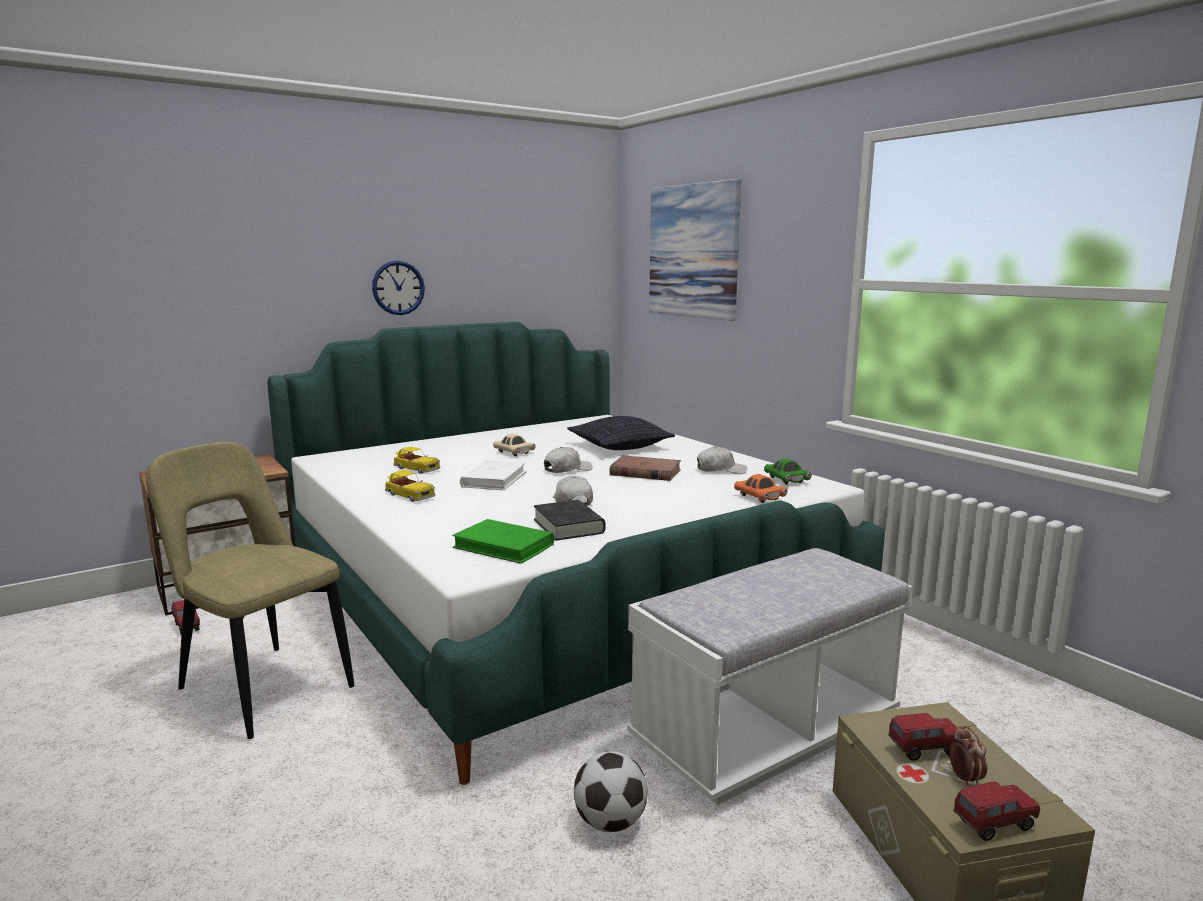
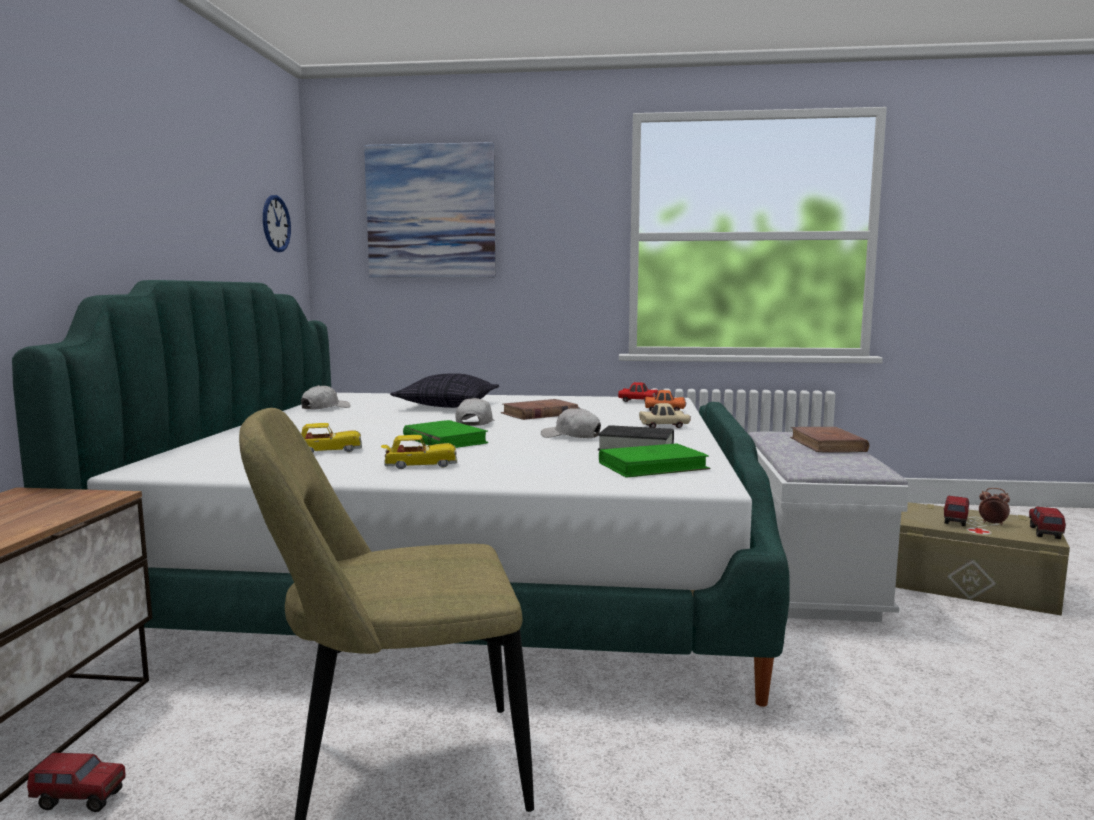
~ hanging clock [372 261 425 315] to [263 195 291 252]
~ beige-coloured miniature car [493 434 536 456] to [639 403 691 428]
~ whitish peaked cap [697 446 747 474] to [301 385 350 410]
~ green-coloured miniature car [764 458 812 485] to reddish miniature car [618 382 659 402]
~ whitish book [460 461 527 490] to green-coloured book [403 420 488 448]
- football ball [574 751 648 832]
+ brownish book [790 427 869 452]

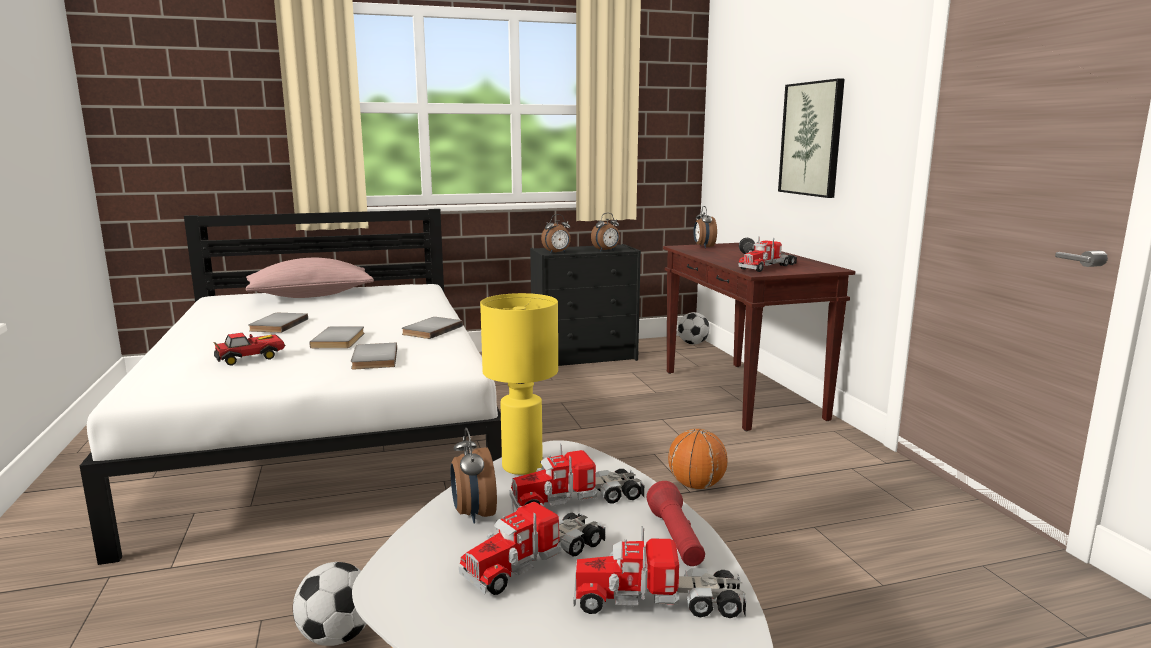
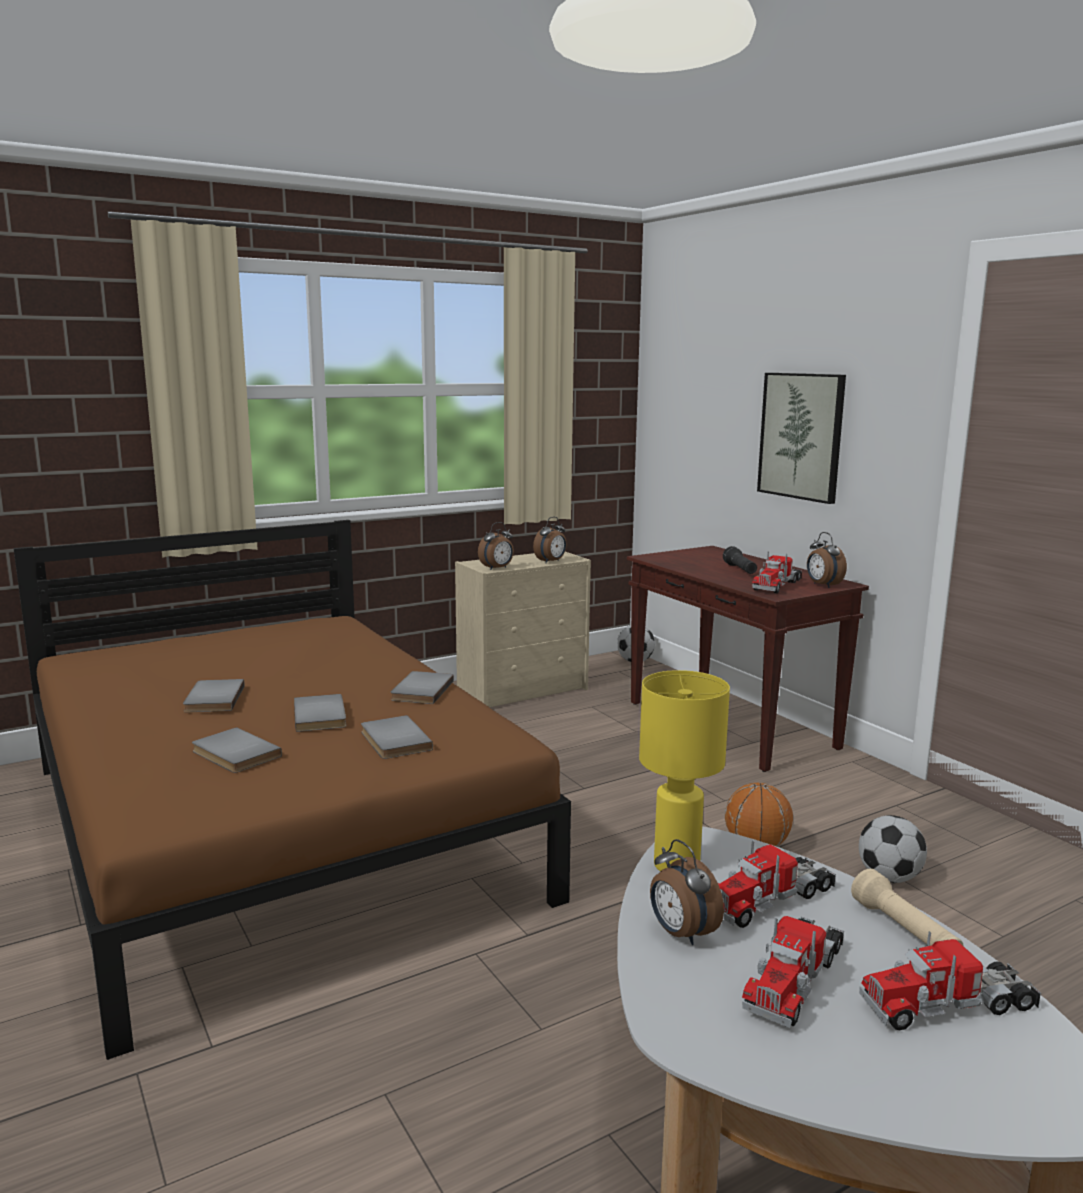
~ bedside clock [694 206 717 248] to [807 532 847 588]
~ whitish bedroom bed [80 209 502 565] to brownish bedroom bed [13 520 571 1060]
~ black-coloured dresser [530 244 641 366] to beige-coloured dresser [455 552 591 707]
- pinkish throw pillow [246 257 374 298]
~ miniature car [213 333 285 366] to grey book [192 727 282 773]
~ reddish hand torch [647 481 705 566] to beige-coloured hand torch [851 869 963 946]
~ football ball [293 562 366 646] to [859 815 927 883]

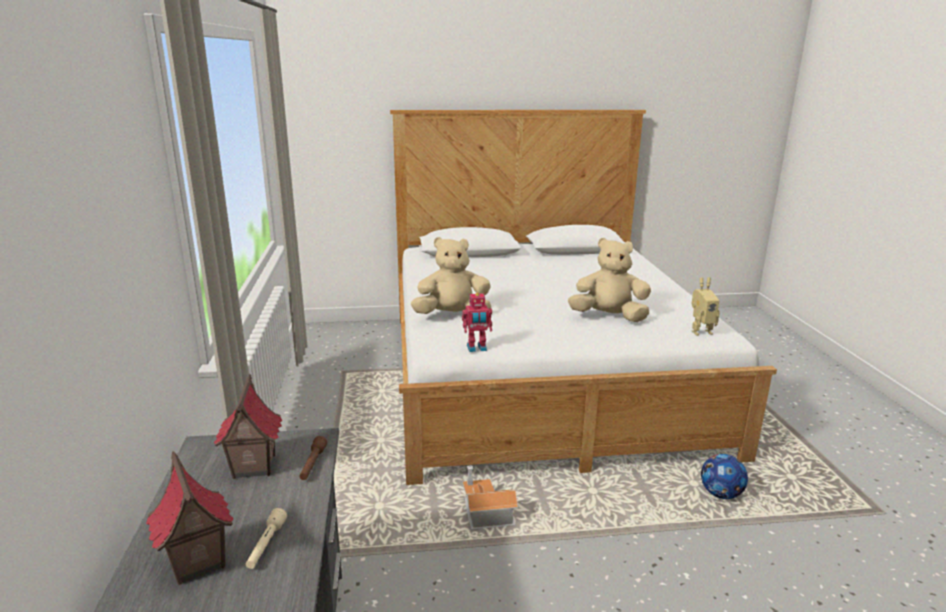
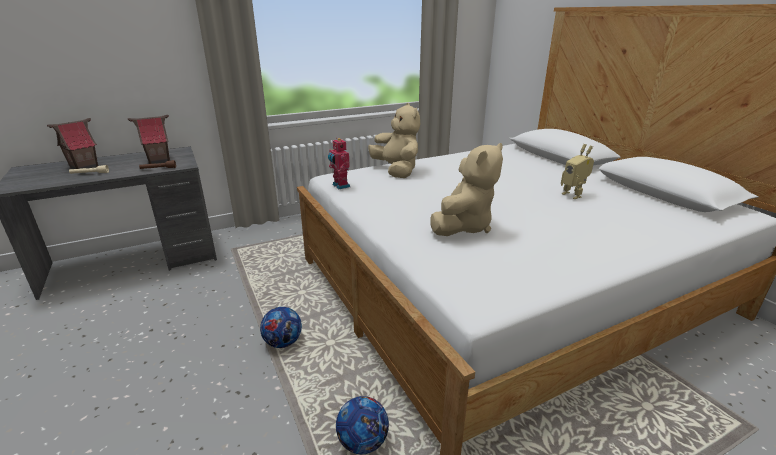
~ beige-coloured plush toy [568 238 651 322] = [430 143 503 236] 45 degrees clockwise
~ robot figure [691 277 720 336] to [561 144 594 199]
- model house [462 466 518 529]
+ football ball [260 307 302 348]

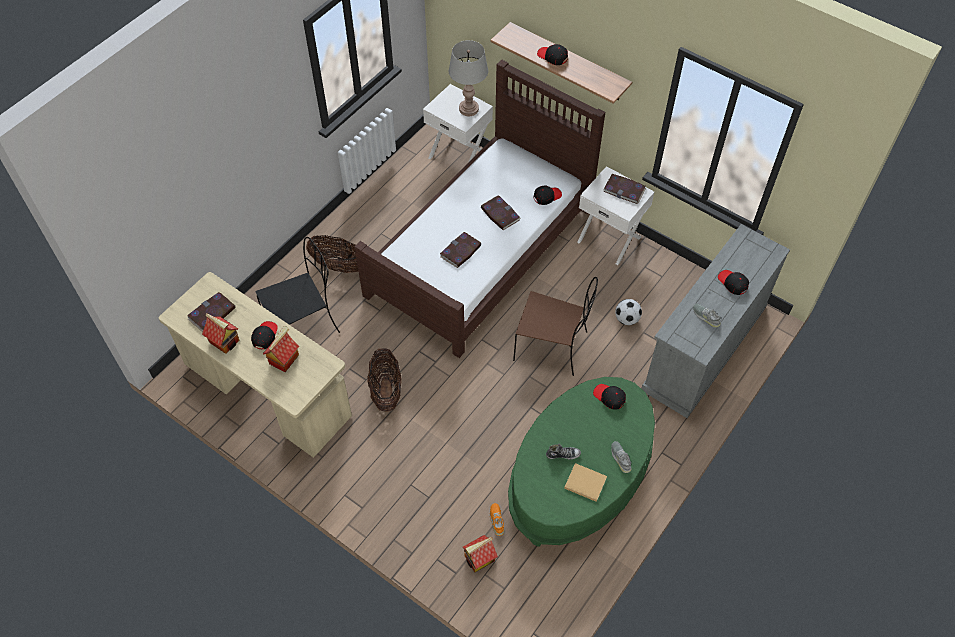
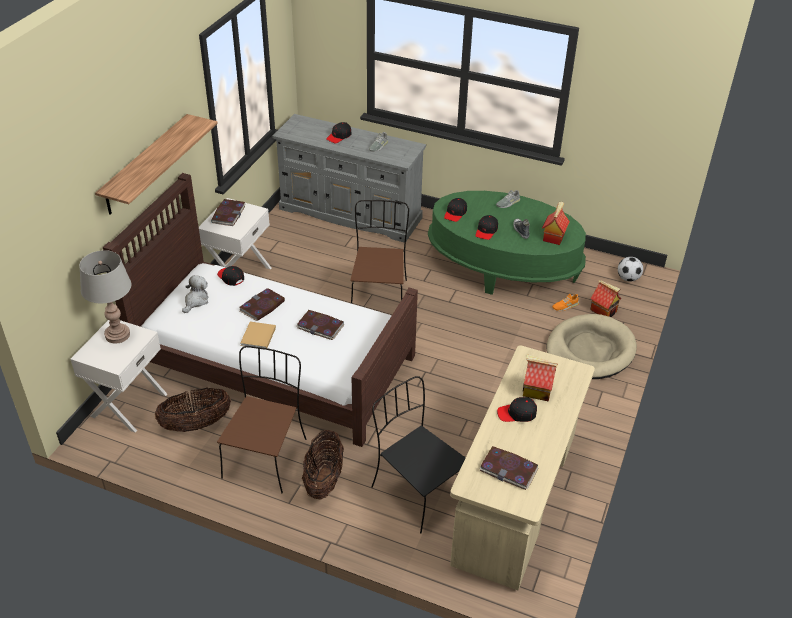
~ black-coloured peaked cap [537 44 568 65] to [476 215 498 240]
~ football ball [615 299 642 325] to [618 257 643 282]
~ model house [202 314 239 354] to [542 201 570 245]
~ basket [367 348 402 412] to [155 387 231 432]
~ beige-coloured book [564 463 607 502] to [240 321 276 348]
+ plush toy [182 276 208 313]
+ beige-coloured dog cushion [547 314 637 379]
+ brownish plain chair [217 346 306 493]

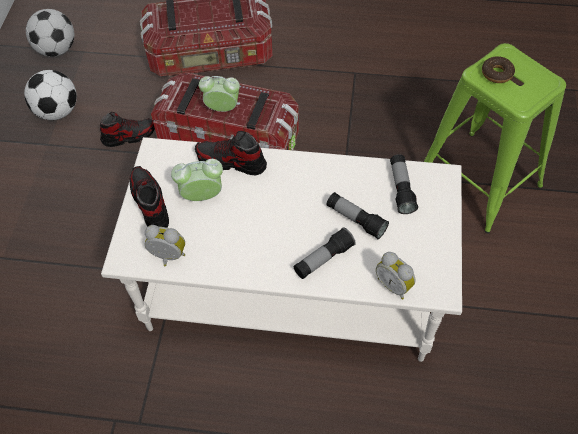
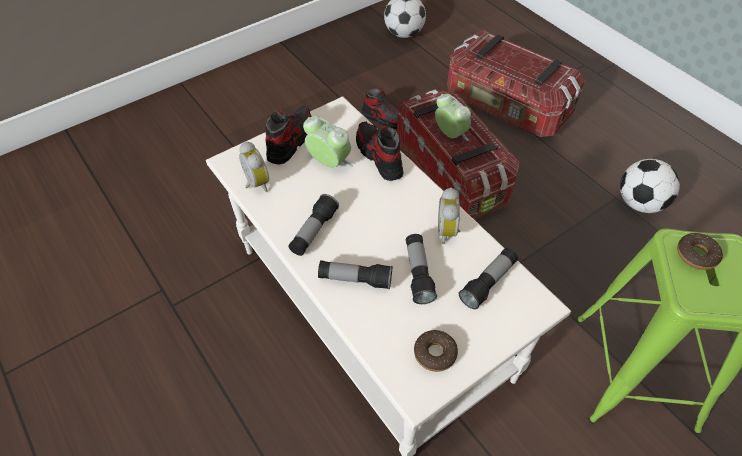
~ football ball [24 70 77 120] to [620 159 680 213]
~ bedside clock [376 252 416 300] to [438 188 460 244]
+ hand torch [289 194 339 256]
+ doughnut [414 330 458 372]

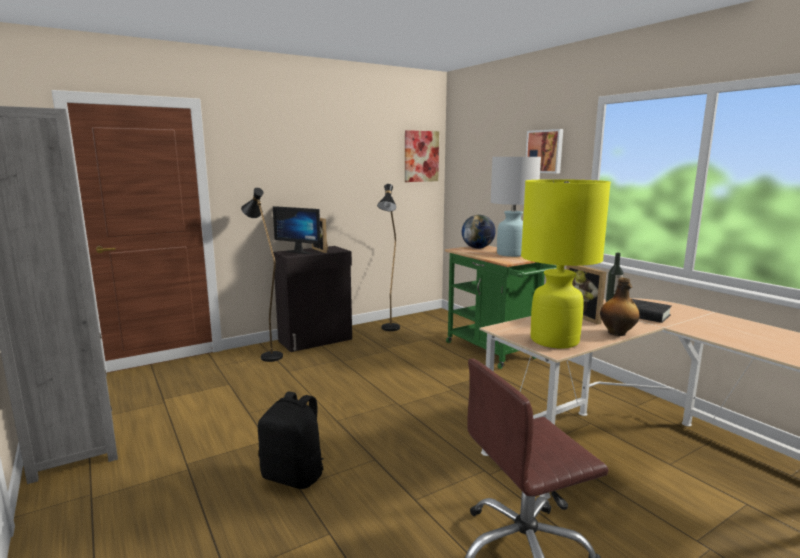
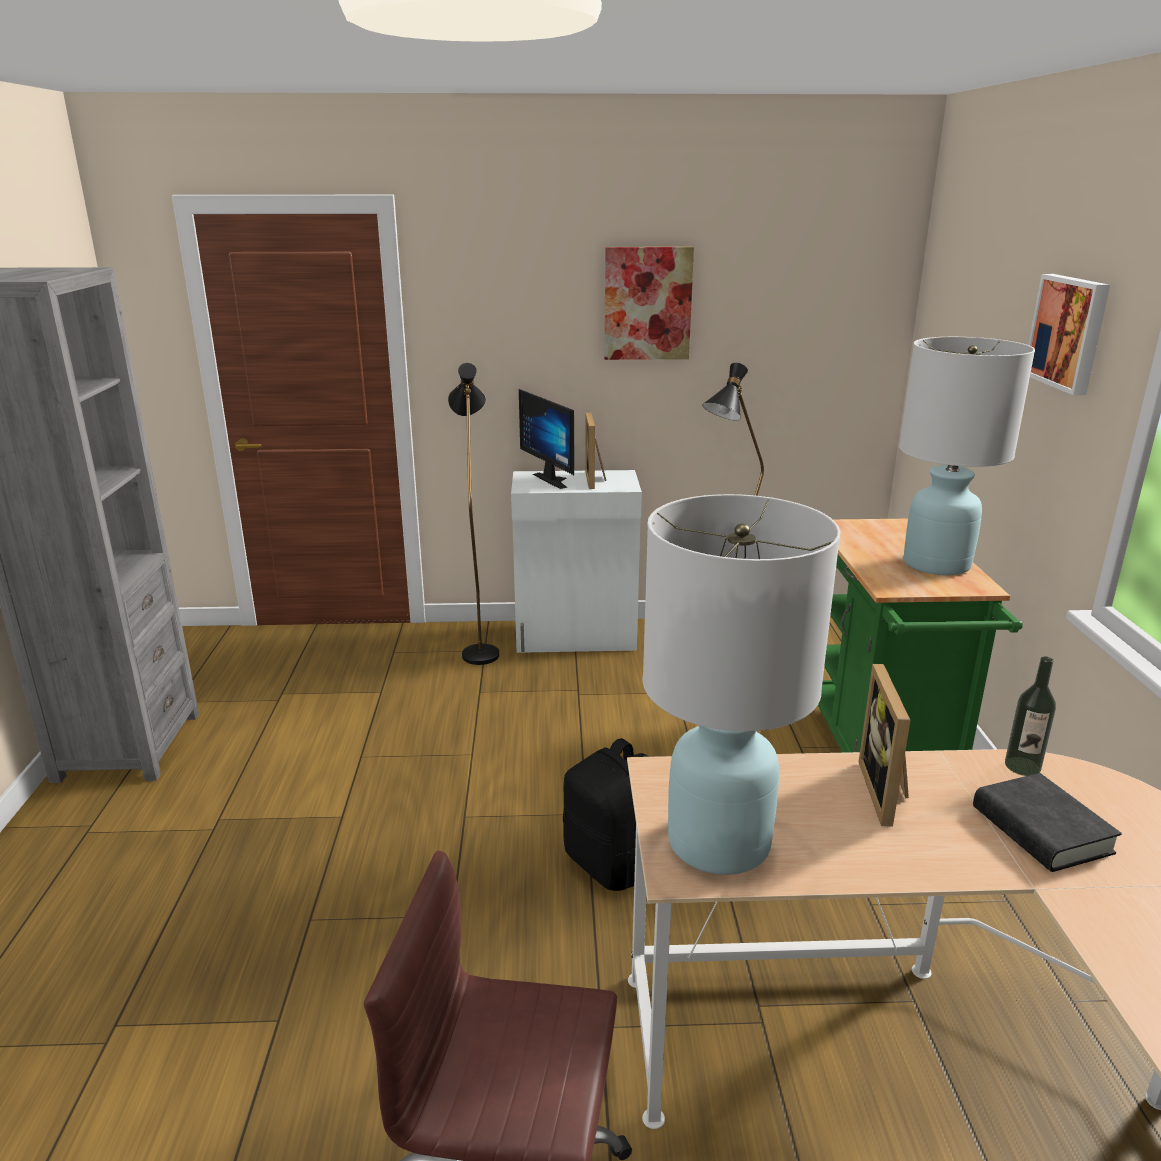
~ wall art [405 130 439 182] to [604 247 694 360]
~ yellow-coloured lamp for a table [521 179 611 348] to whitish lamp for a table [643 494 840 875]
- world globe [462 215 496 248]
~ black-coloured cabinet [273 246 352 352] to whitish cabinet [511 470 642 653]
- bottle [600 278 640 336]
~ black-coloured backpack [258 391 324 489] to [563 738 649 891]

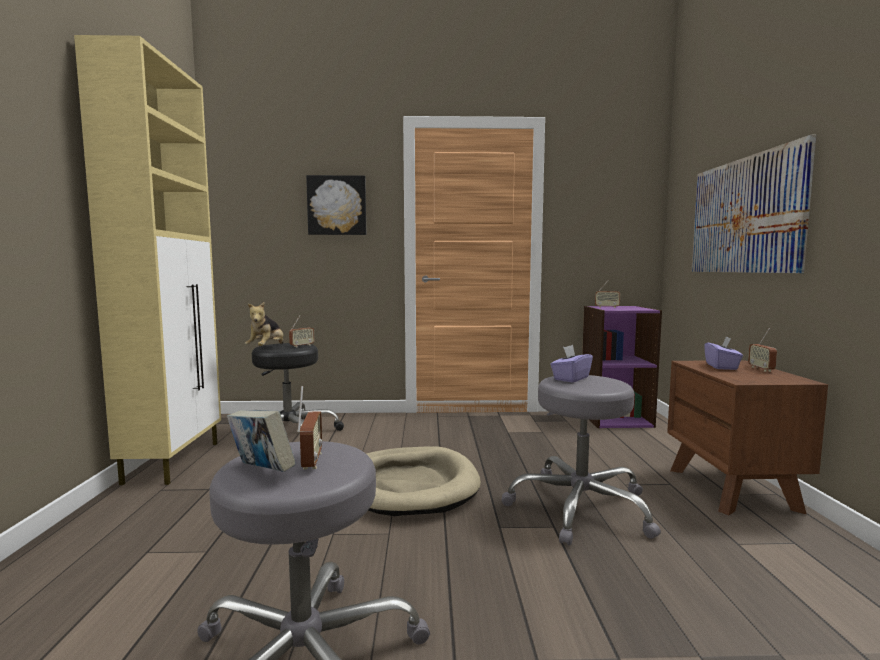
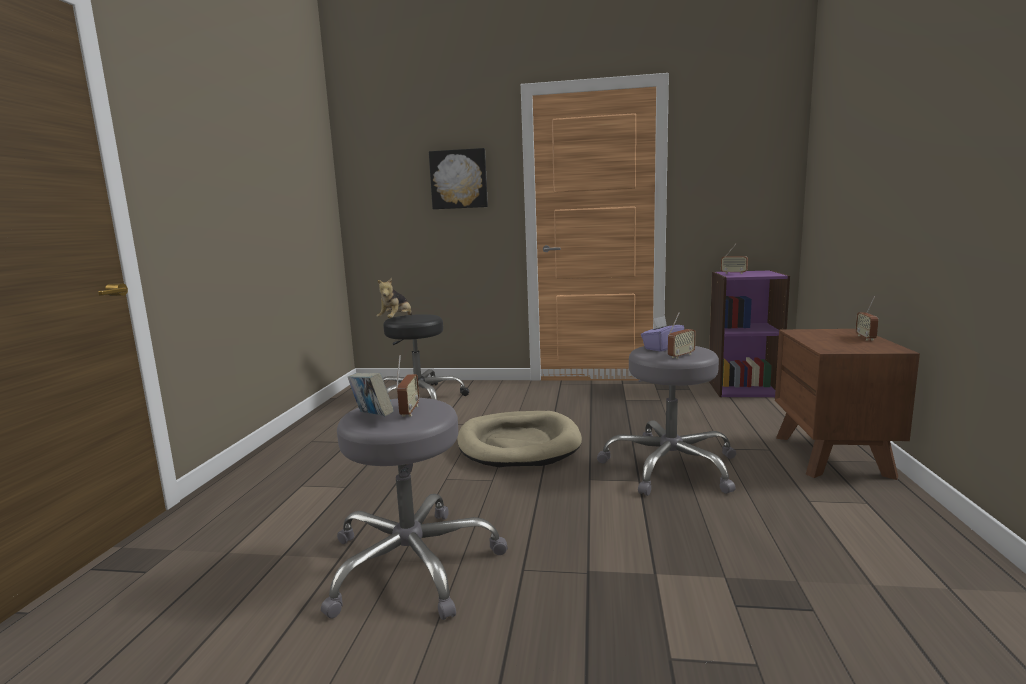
- beige-coloured cabinet [74 35 221 485]
- wall art [692 135 816 273]
~ radio [289 315 314 347] to [668 312 696 359]
- purplish tissue box [704 336 743 370]

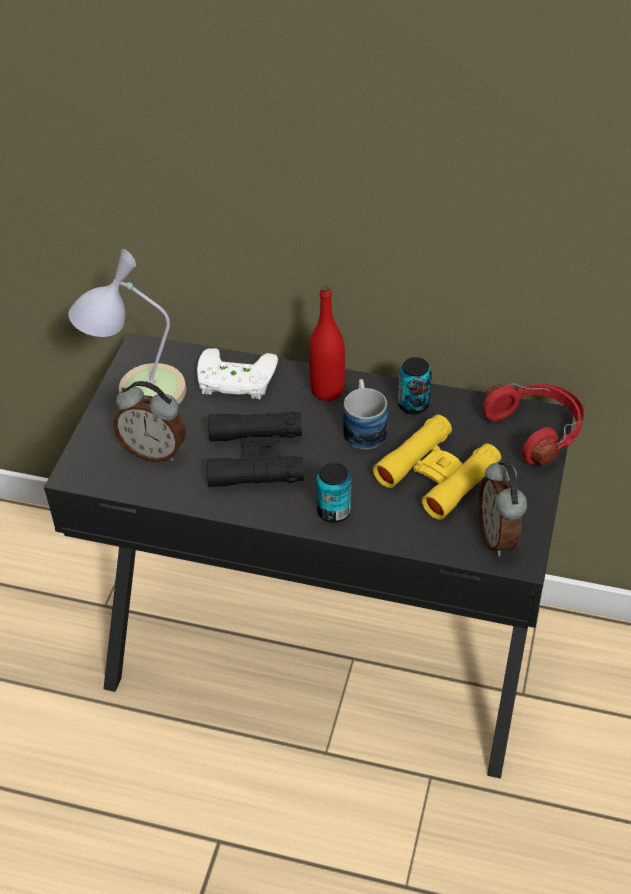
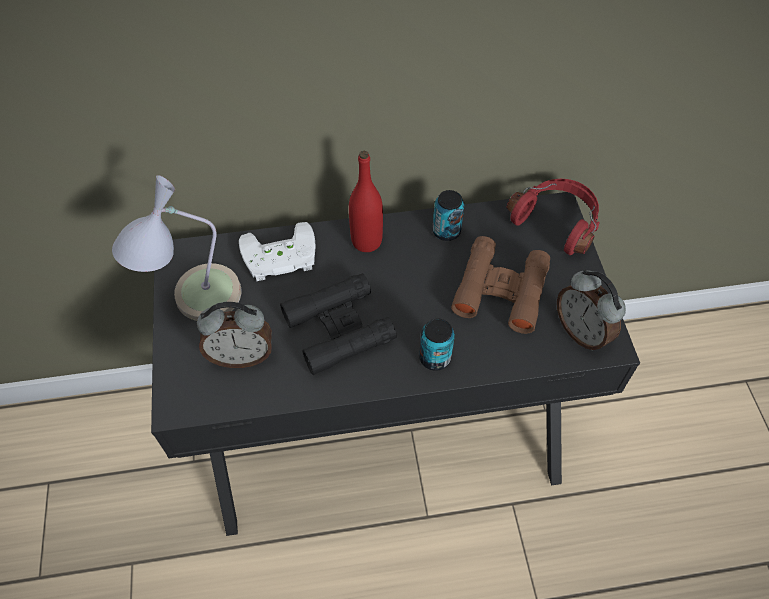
- mug [343 379 388 449]
~ yellow-coloured binoculars [373 415 501 520] to brownish binoculars [451 236 550 334]

